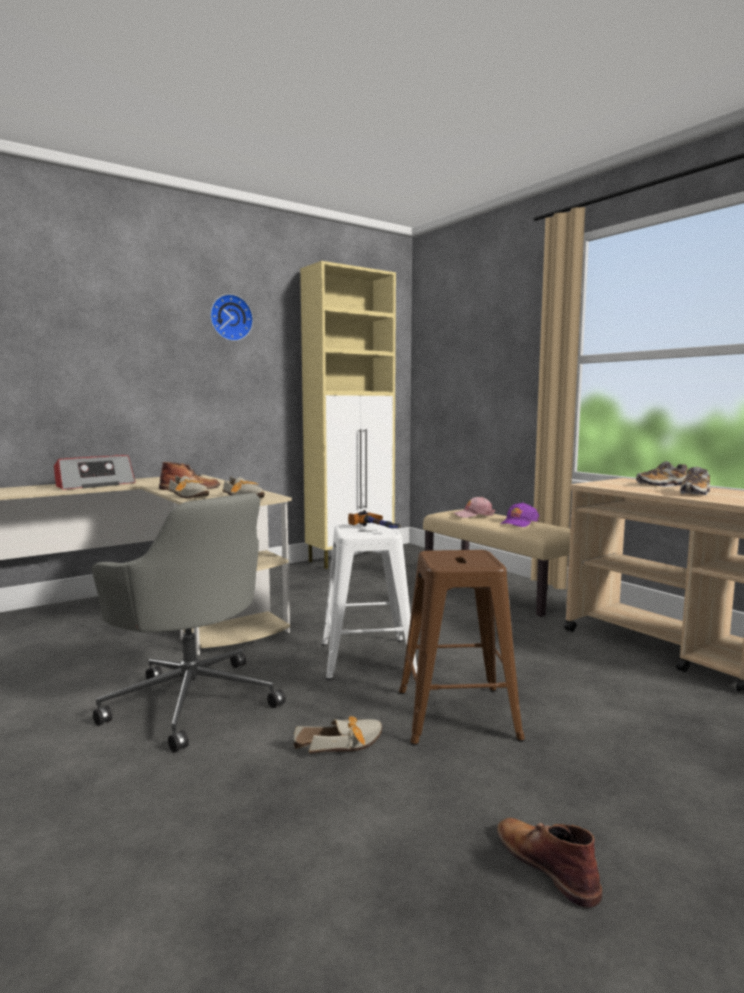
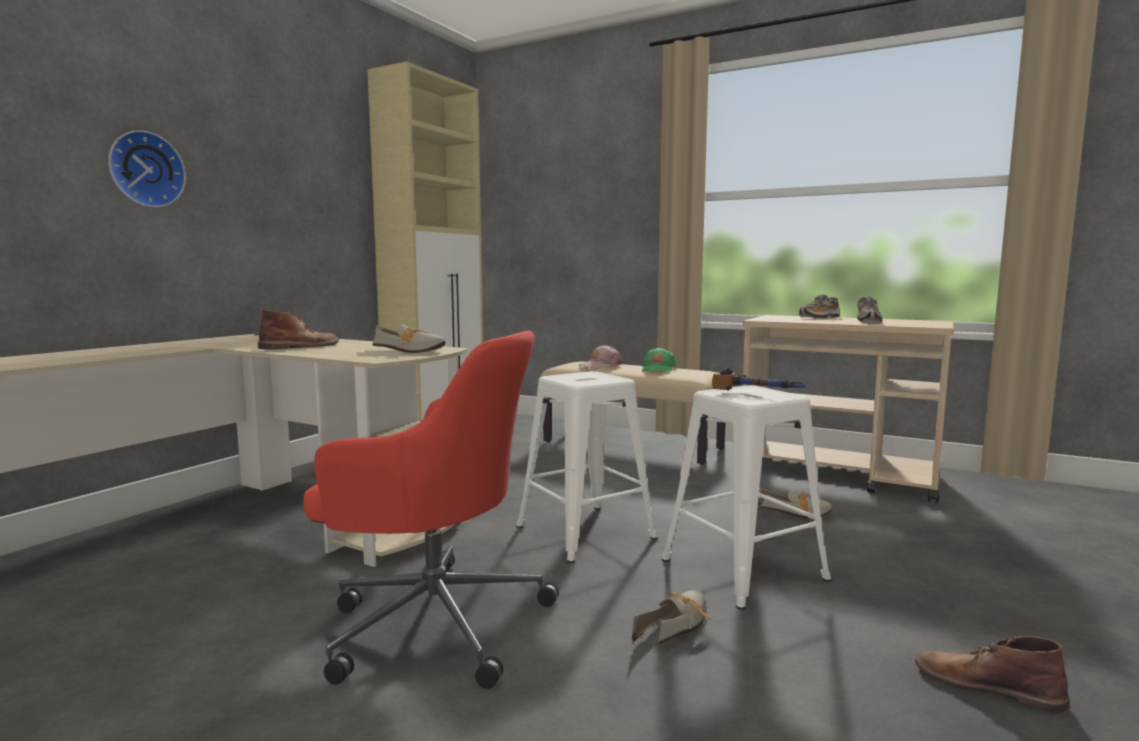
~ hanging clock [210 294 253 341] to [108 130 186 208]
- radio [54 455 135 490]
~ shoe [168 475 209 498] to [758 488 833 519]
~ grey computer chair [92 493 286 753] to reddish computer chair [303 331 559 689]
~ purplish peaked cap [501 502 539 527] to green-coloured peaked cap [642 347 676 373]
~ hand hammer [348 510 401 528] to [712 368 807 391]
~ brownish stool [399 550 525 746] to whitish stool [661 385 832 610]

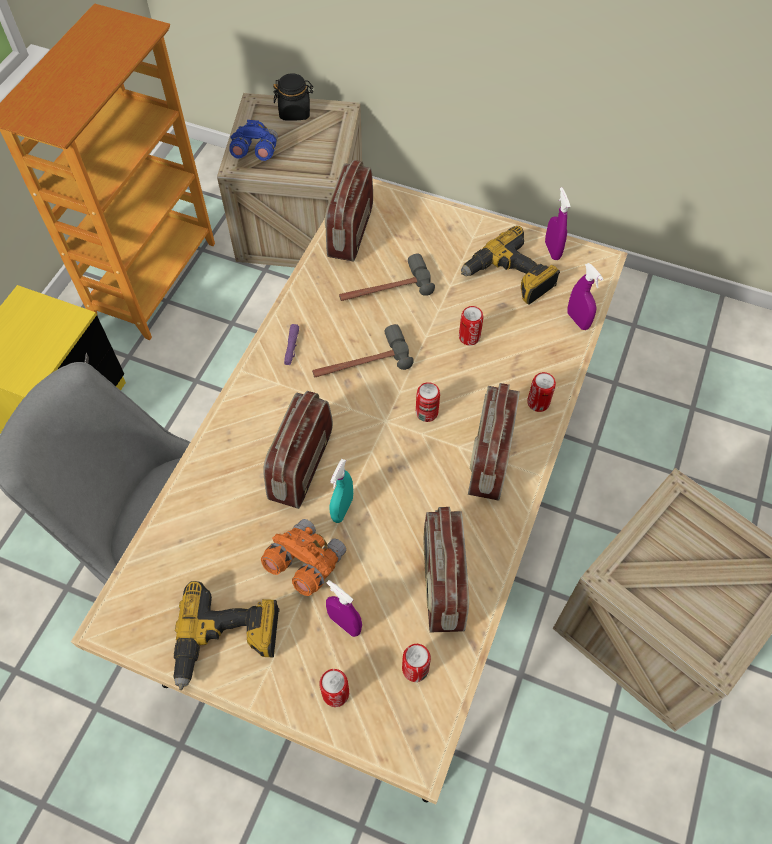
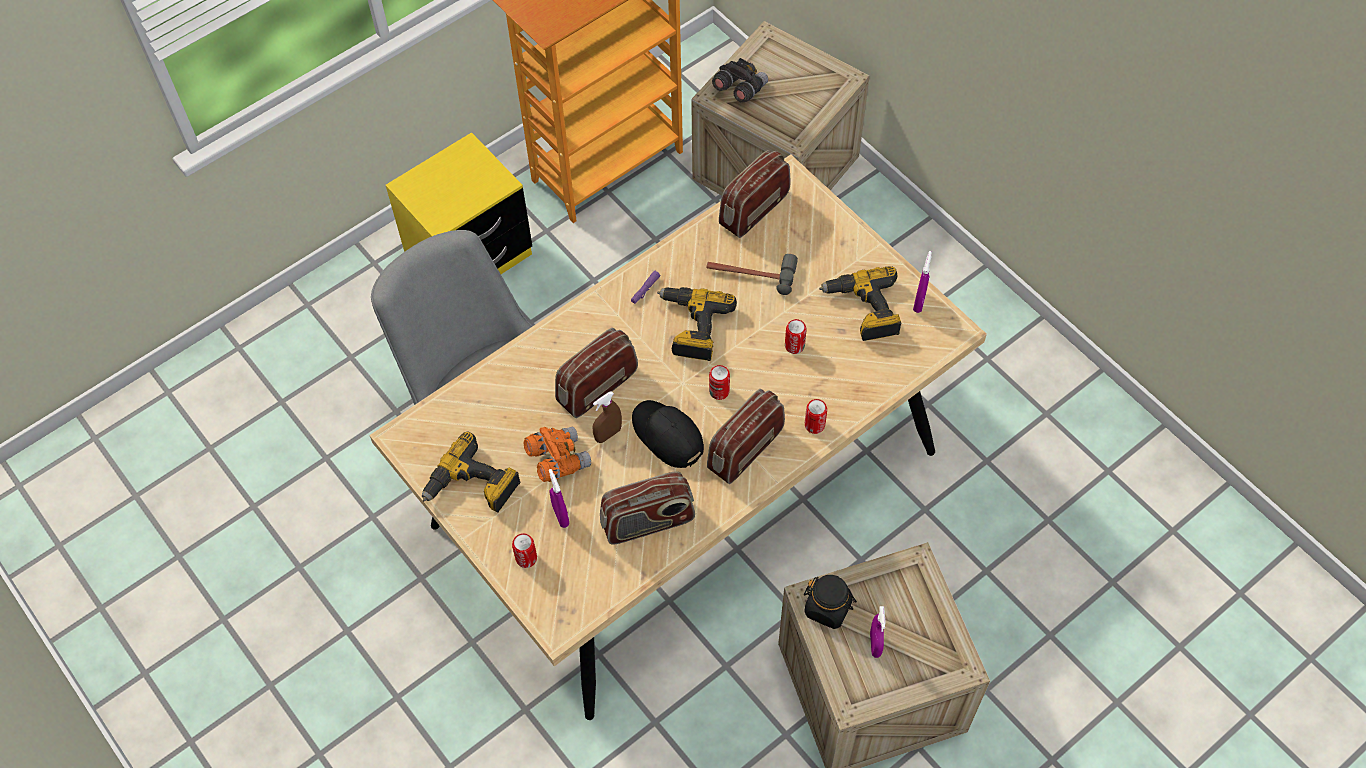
~ black-coloured jar [273 73 313 121] to [804 575 857 629]
~ bluish binoculars [229 120 278 161] to grey binoculars [712 58 768 103]
~ purplish sprayer [567 263 604 330] to [870 606 885 658]
~ hand hammer [312 324 414 378] to power drill [657 287 737 361]
~ turquoise sprayer [329 459 353 523] to brownish sprayer [592 391 622 443]
~ radio [424 507 469 632] = [600 471 695 544] 135 degrees counterclockwise
- can [402 644 431 682]
+ black-coloured peaked cap [632 400 704 468]

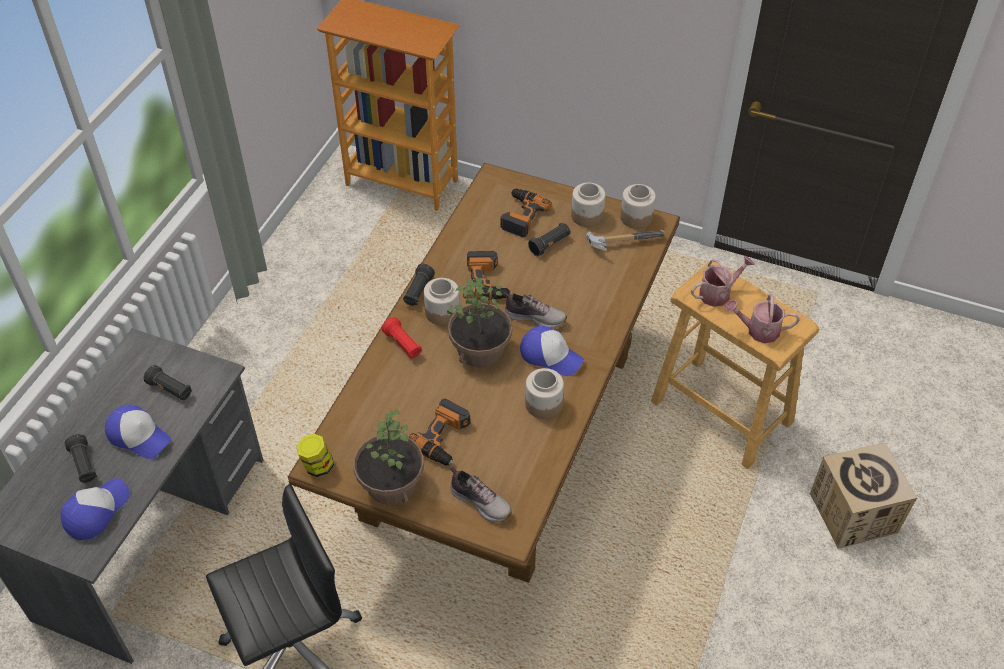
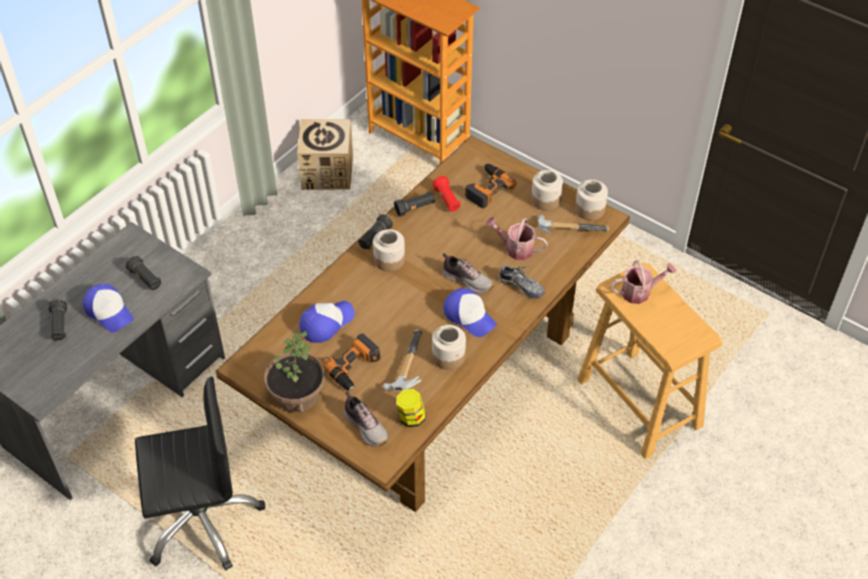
~ black-coloured hand torch [528 223 571 256] to [394 191 435 217]
- power drill [463 251 512 300]
- plant in a pot [447 278 512 368]
~ watering pot [725 294 800 343] to [485 217 548 260]
~ reddish hand torch [382 317 422 359] to [433 176 460 212]
~ jar [296 433 334 477] to [396 389 426 427]
~ cardboard box [810 443 917 549] to [297 119 353 190]
~ peaked cap [61 478 130 540] to [300 301 355 343]
+ shoe [499 264 545 299]
+ hand hammer [383 329 422 391]

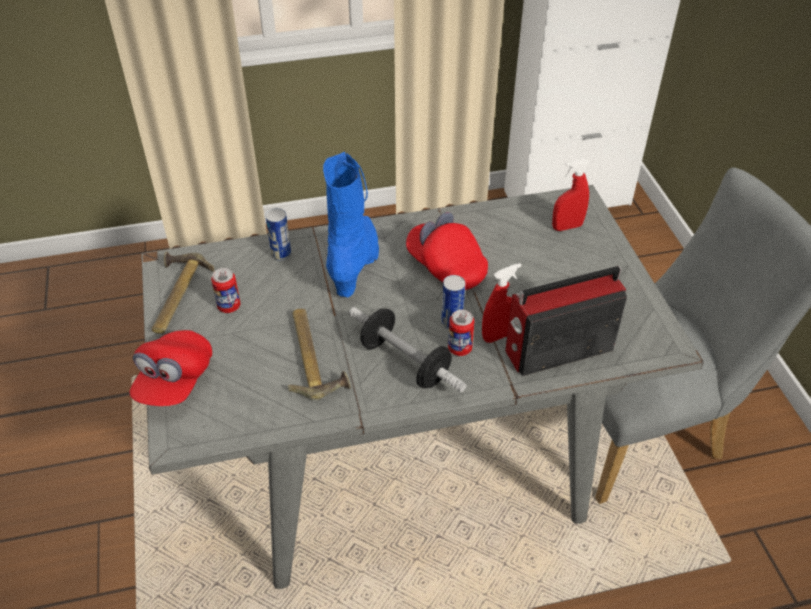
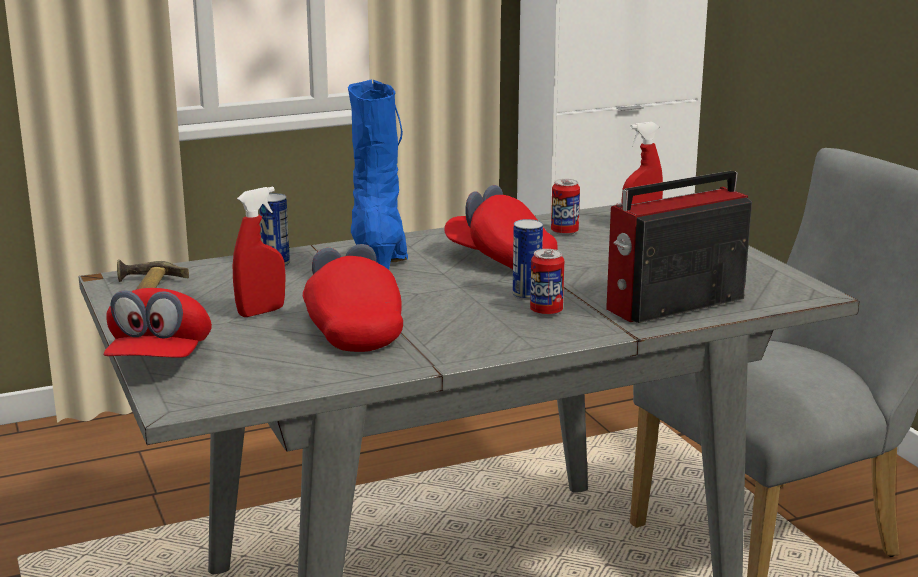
~ reddish sprayer [482 263 522 343] to [233 187 286 317]
~ can [211 268 240 313] to [551 179 580 235]
- hand weight [349 307 467 392]
~ hand hammer [288 309 351 400] to reddish peaked cap [303 244 403 352]

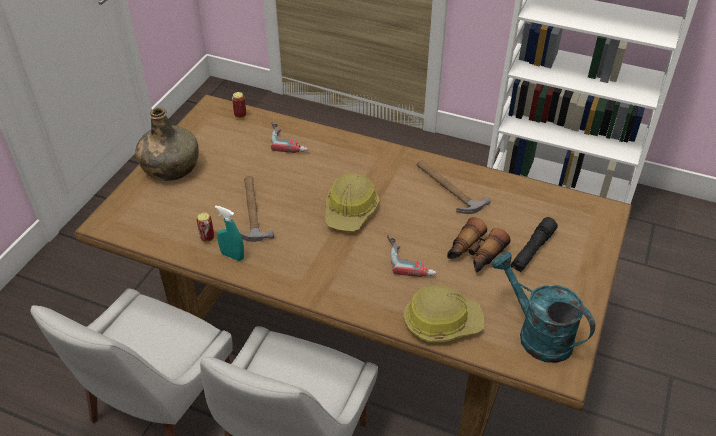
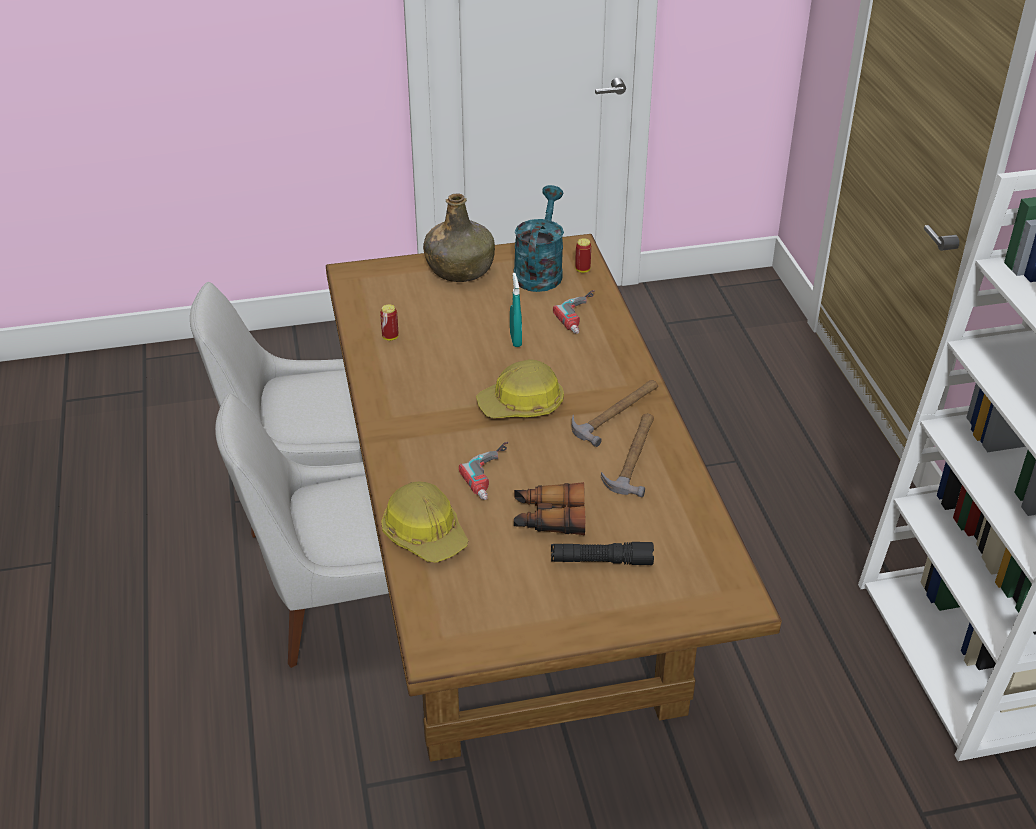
~ hand hammer [240 176 274 242] to [572 380 658 447]
~ turquoise sprayer [215 205 244 261] to [510 273 522 347]
~ turquoise watering pot [491 252 595 363] to [513 185 564 292]

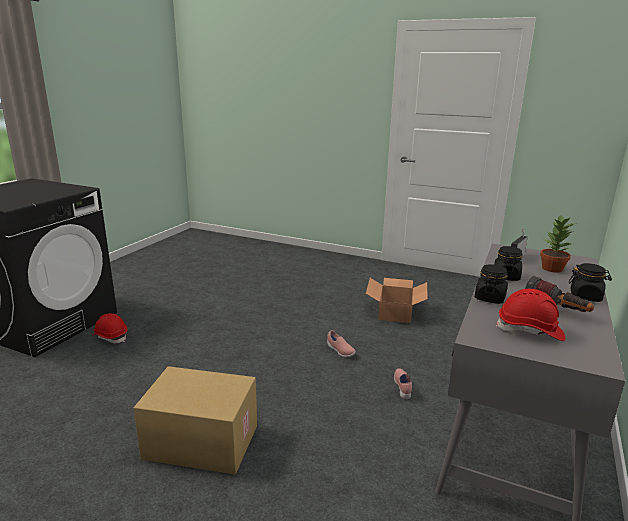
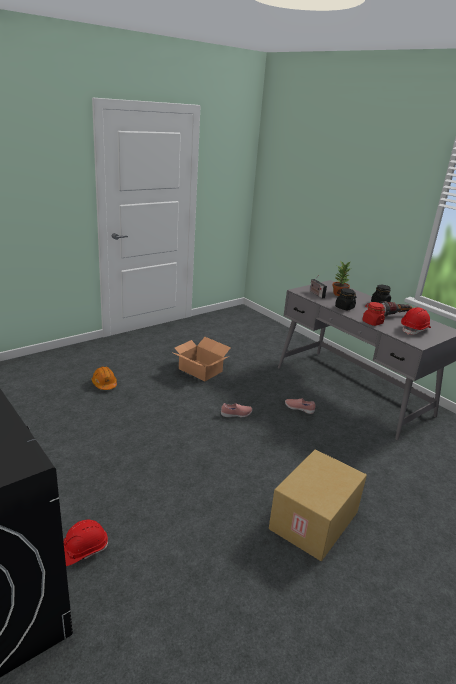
~ black-coloured jar [475 264 508 304] to reddish jar [362 302 385 326]
+ orange hard hat [91 366 117 390]

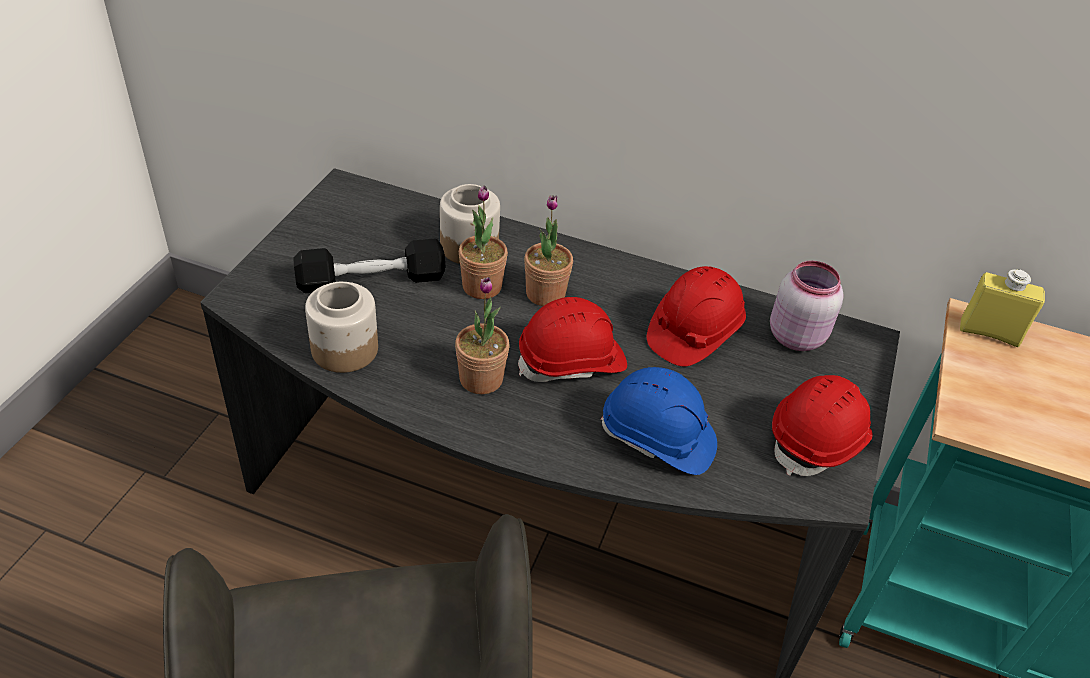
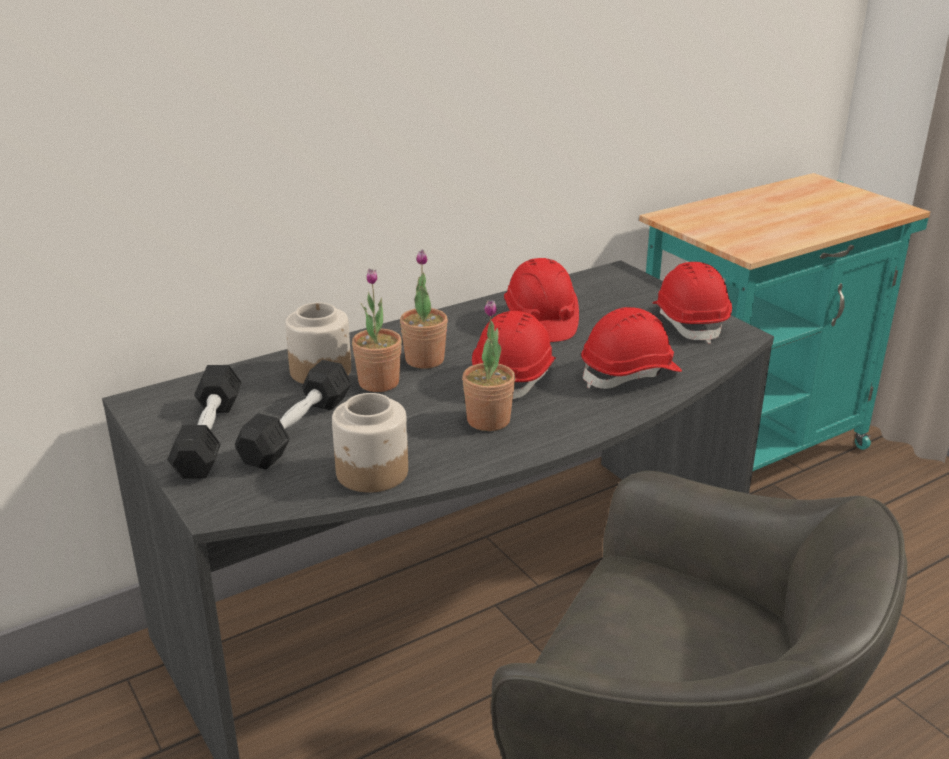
- pinkish jar [770 261 844 351]
- yellow-coloured bottle [960 269 1045 347]
~ bluish hard hat [601 367 717 475] to reddish hard hat [581 307 682 389]
+ black-coloured hand weight [167 365 242 479]

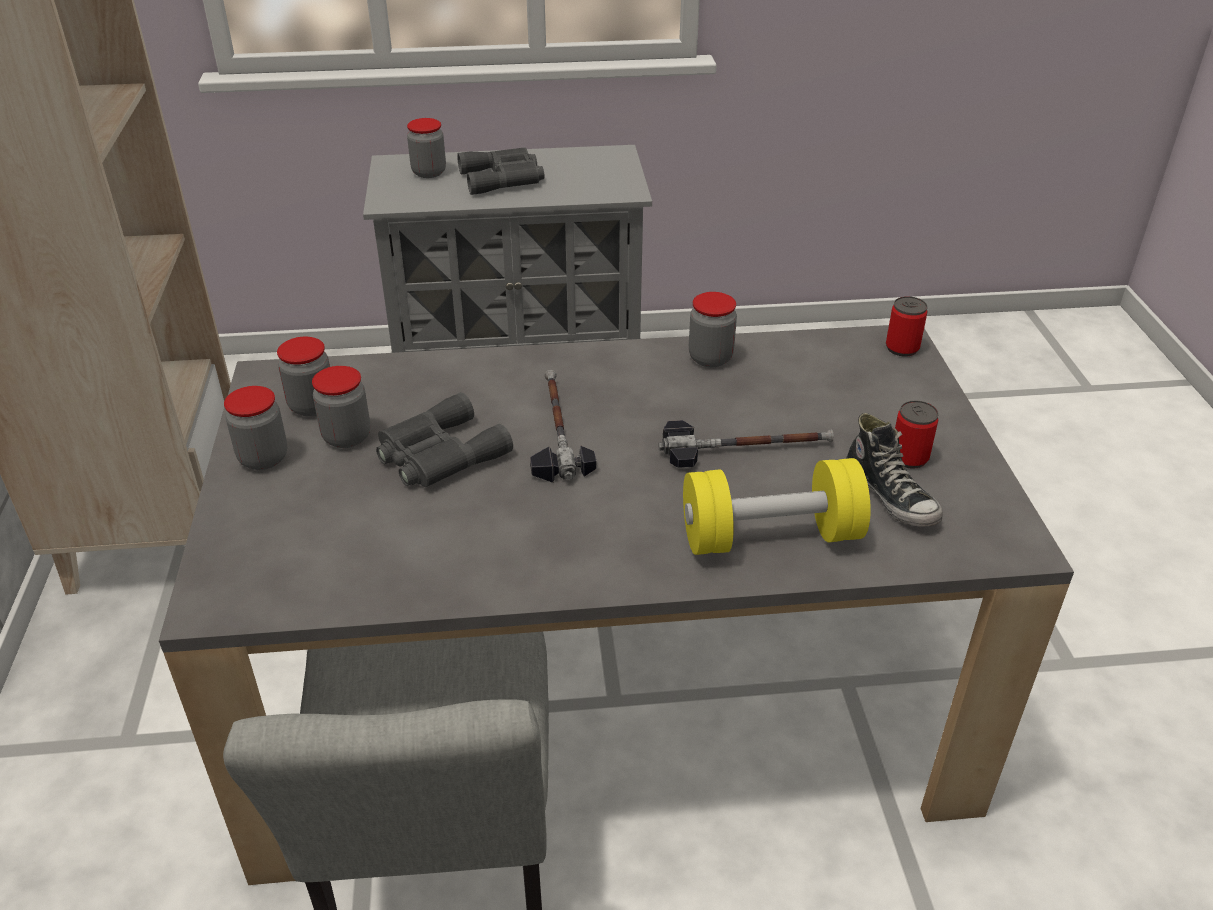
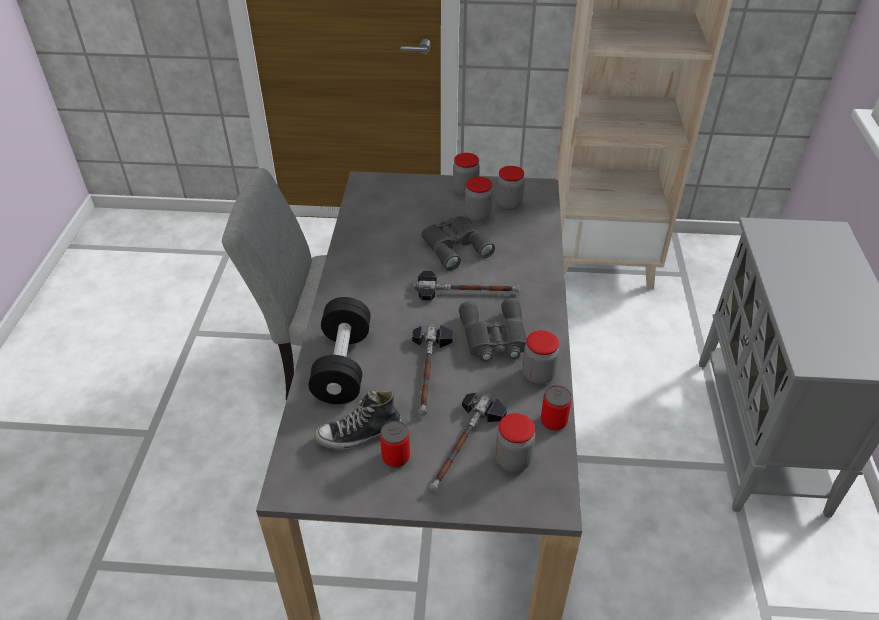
~ jar [407 118 446 178] to [495 413 535 472]
~ grey binoculars [457 147 544 195] to [459 298 527 362]
~ can [886 296 928 357] to [541 385 572 431]
~ yellow-coloured hand weight [683 458 871 555] to black-coloured hand weight [309 297 371 404]
+ hand hammer [429 392 507 491]

